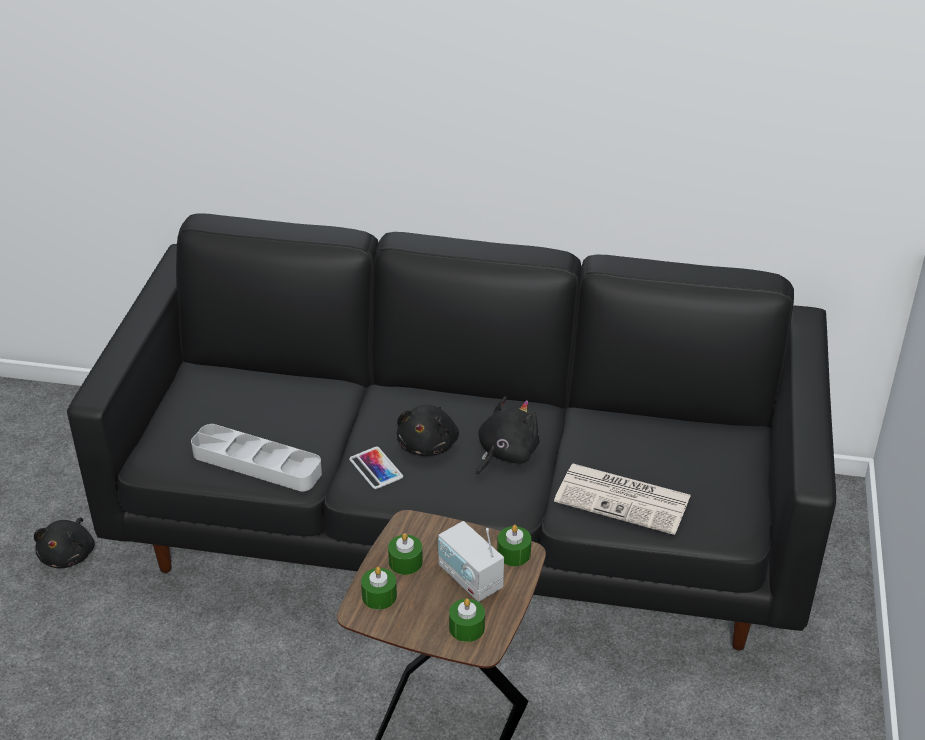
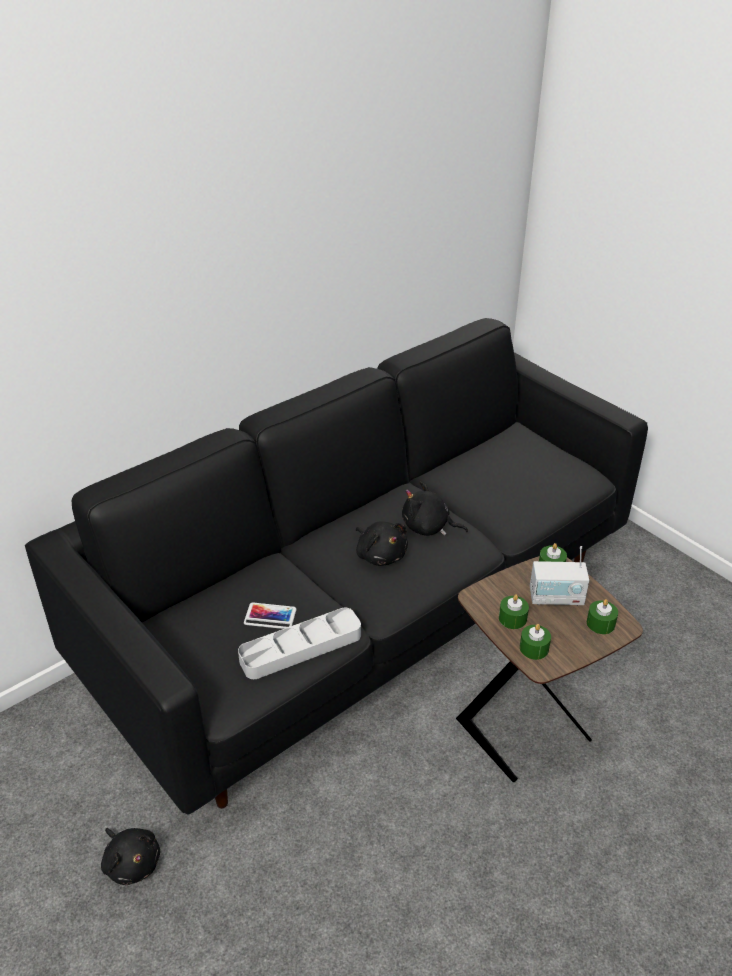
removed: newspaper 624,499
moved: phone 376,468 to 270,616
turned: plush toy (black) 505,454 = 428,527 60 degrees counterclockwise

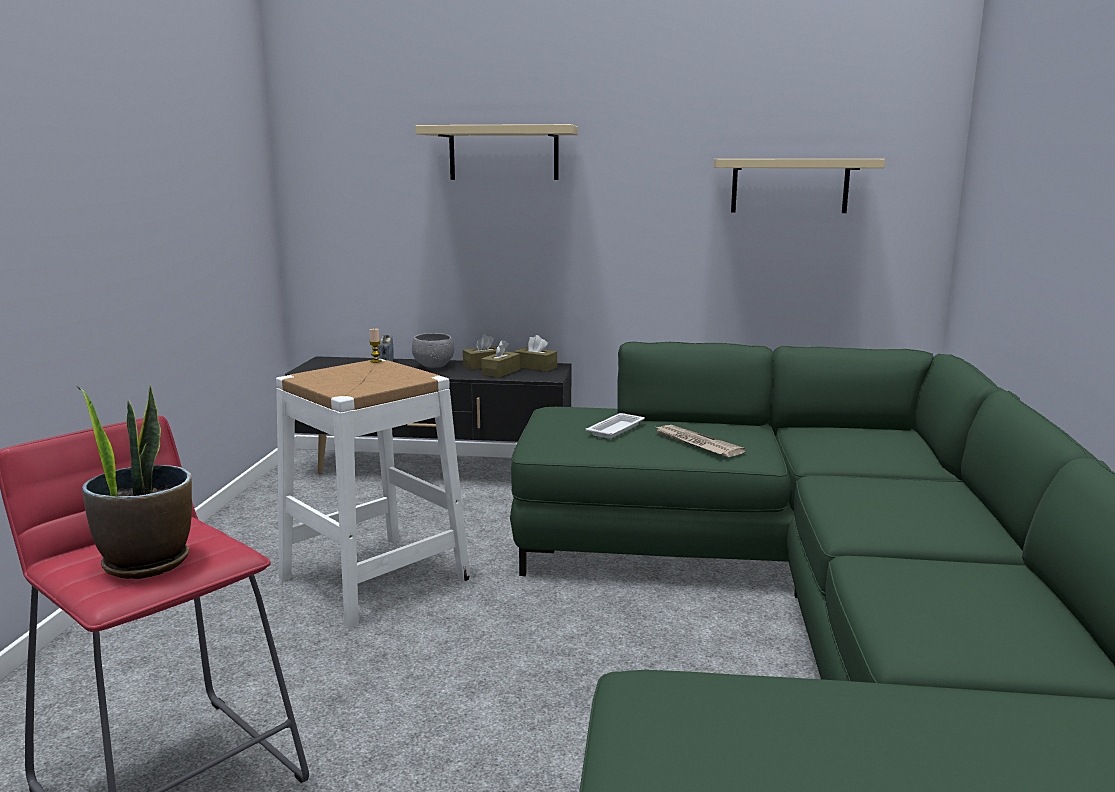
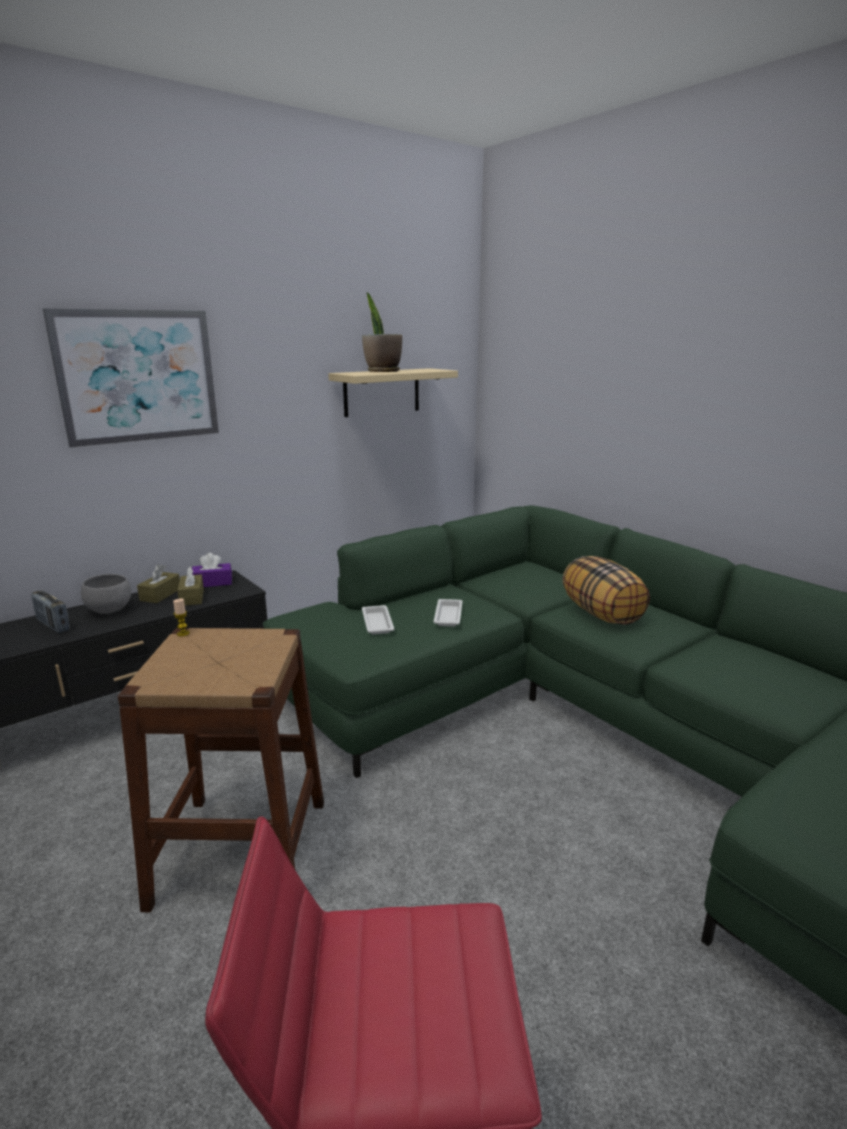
added: pillow 602,614
moved: potted plant 147,562 to 382,371
replaced: shelf (beige) 503,153 to picture 138,376; newspaper 696,443 to tray (white) 448,615
recoloured: stool (white) 374,578 to stool (brown) 241,851; tissue box (brown) 536,367 to tissue box (purple) 212,583

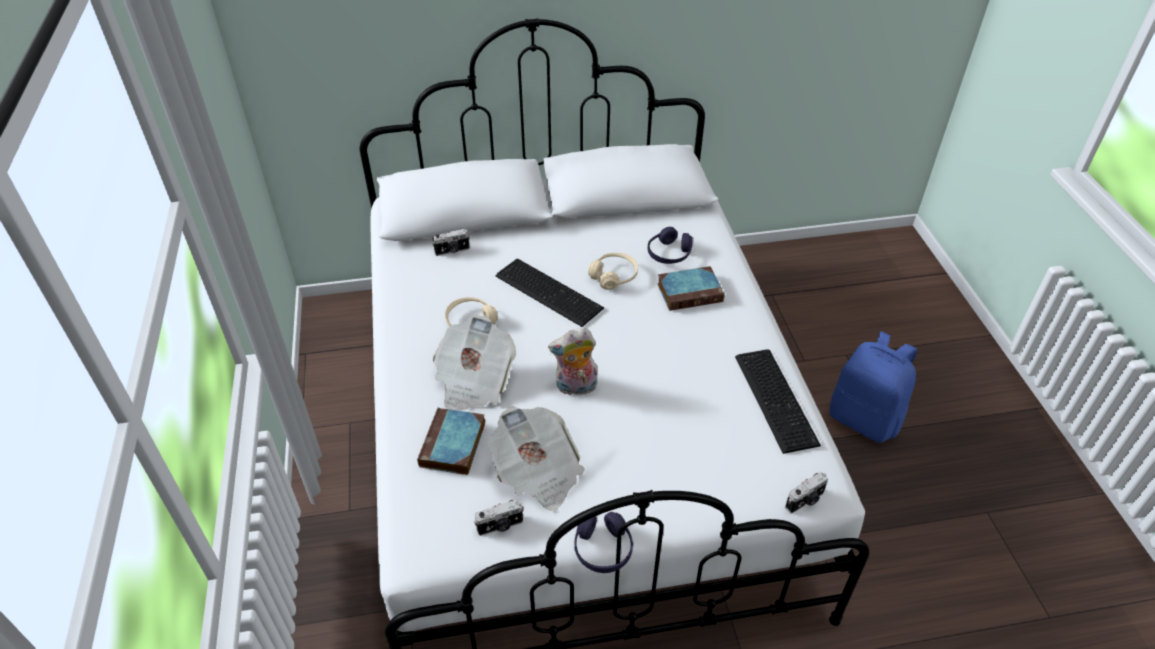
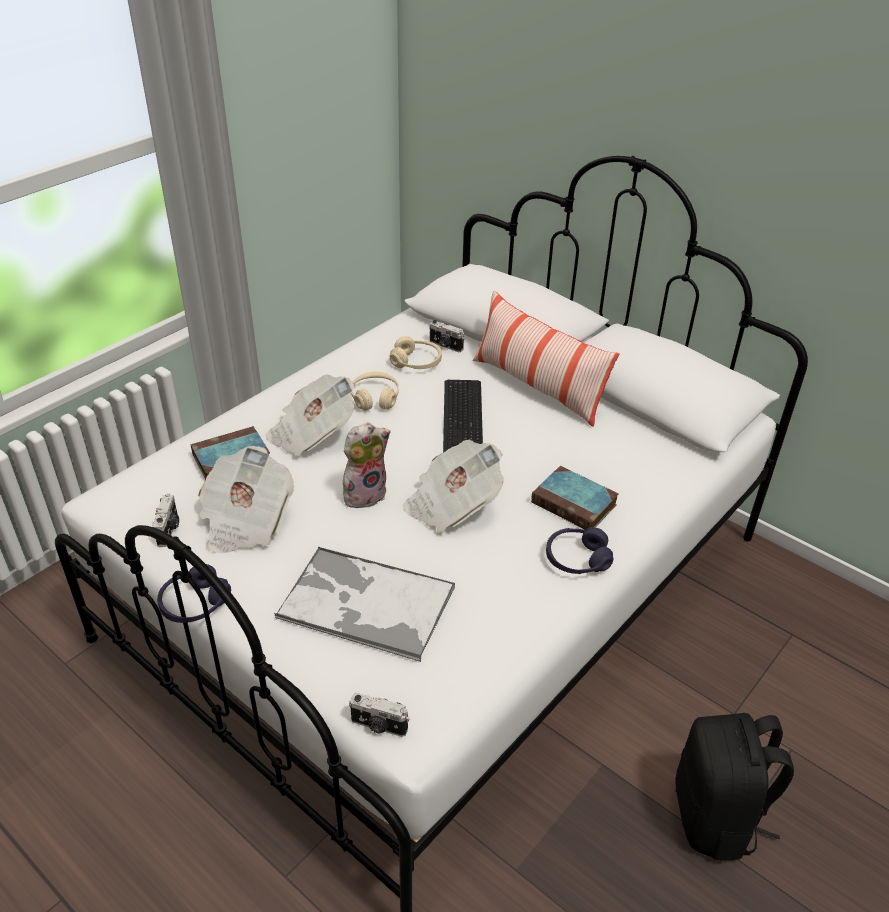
removed: keyboard 777,398
added: tray 365,603; newspaper 452,504; pillow 537,387
moved: headphones (beige) 613,276 to 416,362; headphones (purple) 669,253 to 577,559
recoloured: backpack (blue) 864,419 to backpack (black) 716,817
turned: photo camera 500,526 = 169,530 120 degrees counterclockwise; plush toy 575,388 = 365,493 105 degrees clockwise

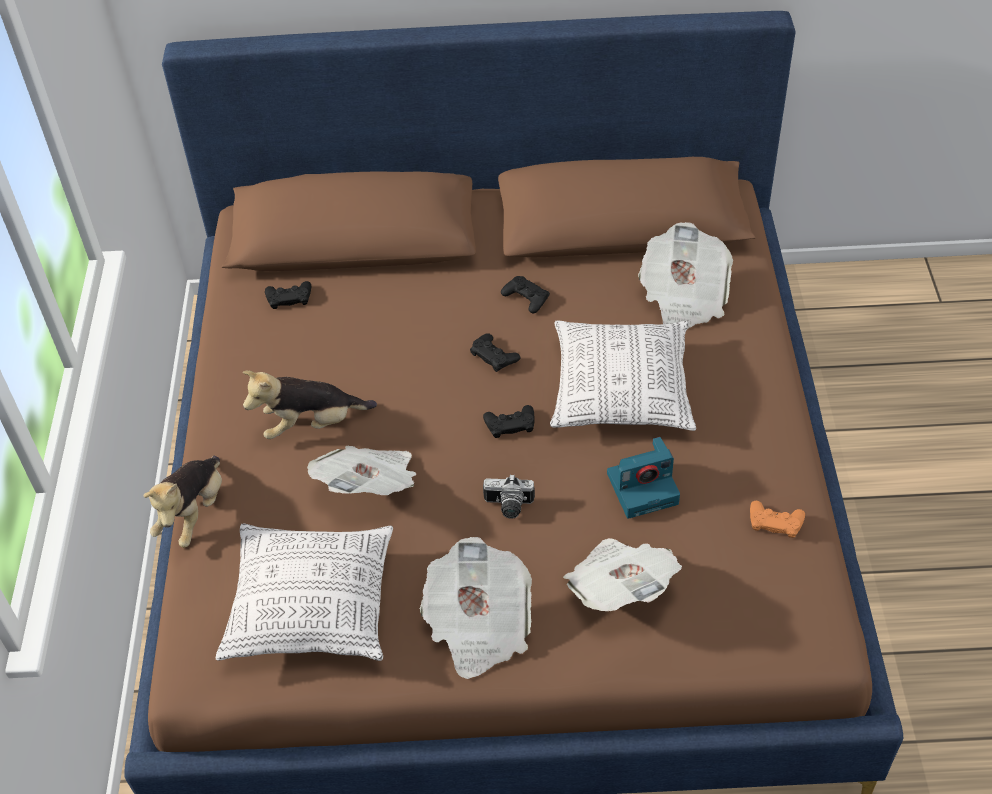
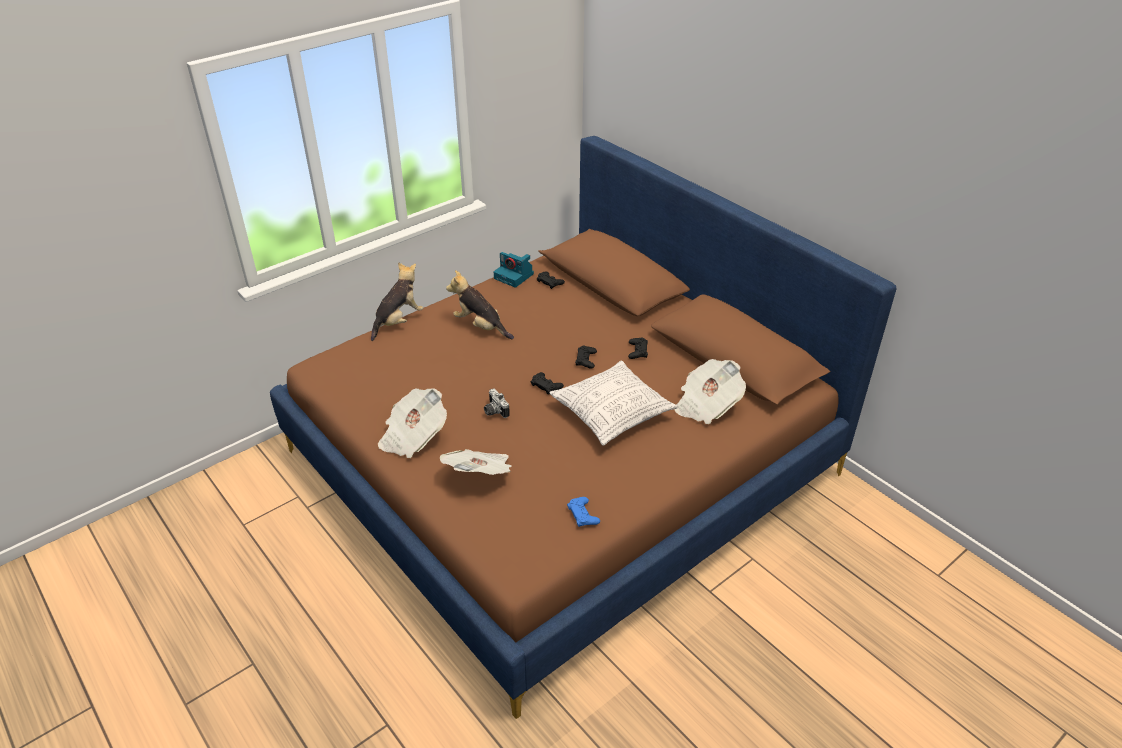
removed: pillow 312,606; newspaper 370,487
moved: photo camera 643,487 to 514,276
recoloured: game controller (orange) 775,522 to game controller (blue) 583,515
turned: plush toy 193,513 = 398,321 150 degrees clockwise

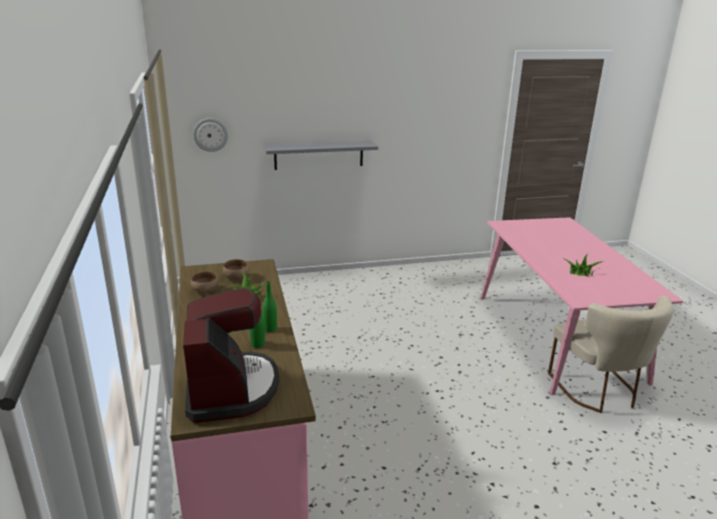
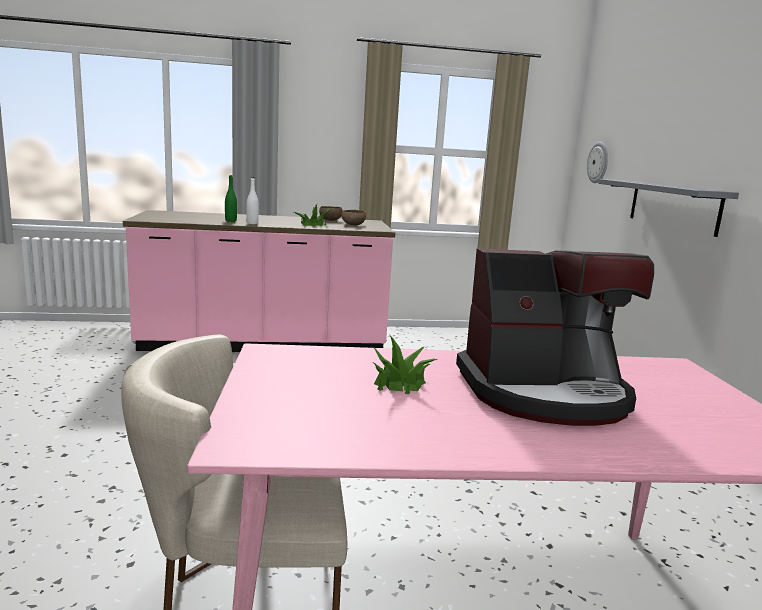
moved: coffee machine 230,389 to 544,393
recoloured: bottle (green) 270,328 to bottle (white) 252,223

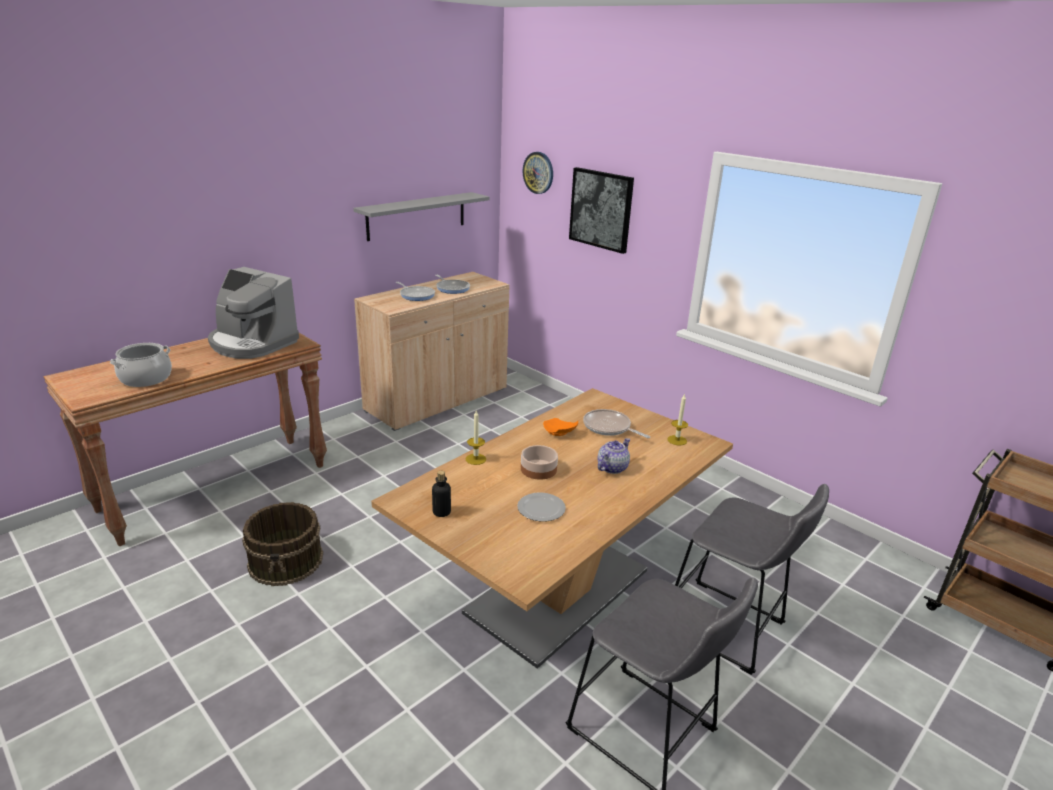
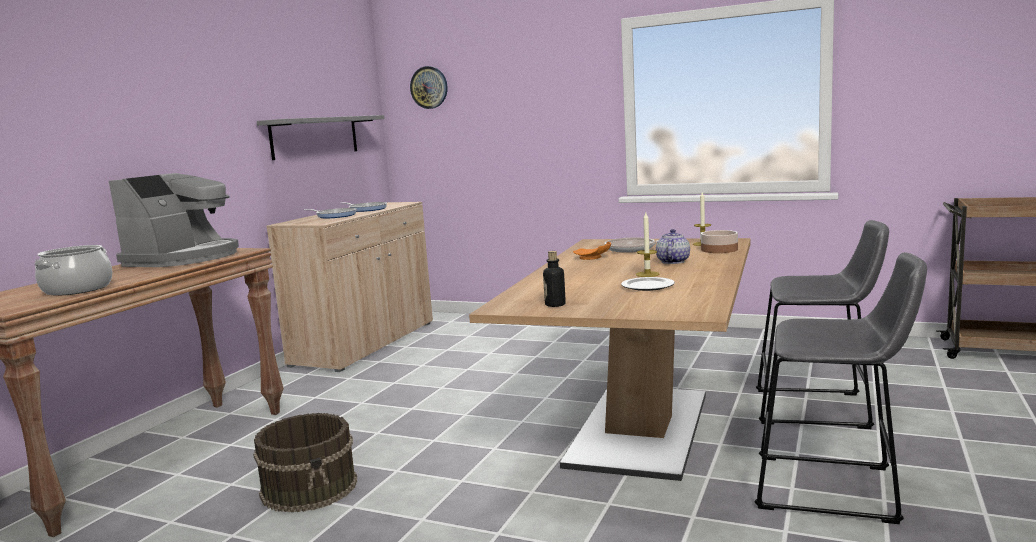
removed: picture 601,209
moved: candle 475,459 to 647,274; bowl 538,469 to 718,249
turned: coffee machine 252,343 = 184,258 75 degrees counterclockwise

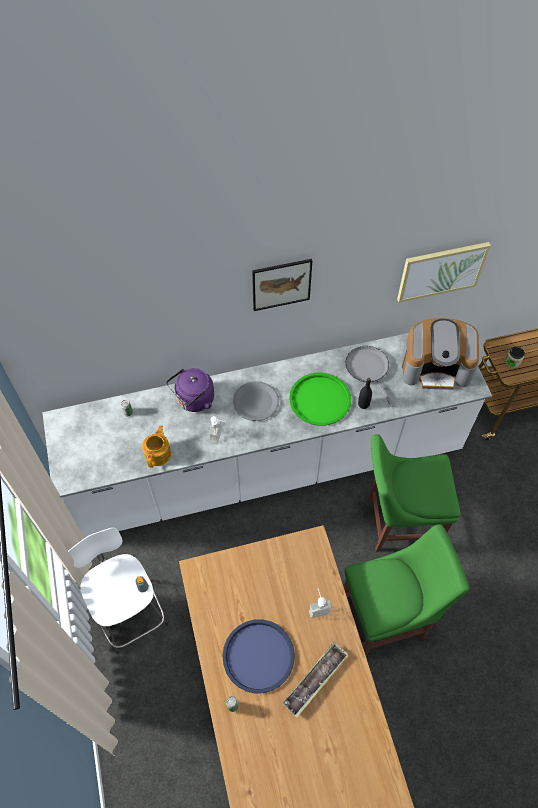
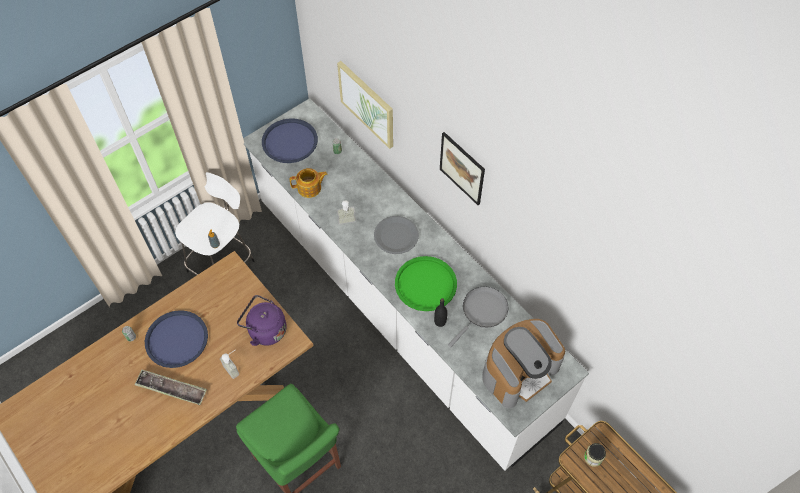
removed: chair (green) 397,522
added: tray (blue) 290,141
moved: kettle (purple) 193,401 to 265,330; picture 441,271 to 367,104
turned: coffee machine 435,367 = 519,371 105 degrees counterclockwise

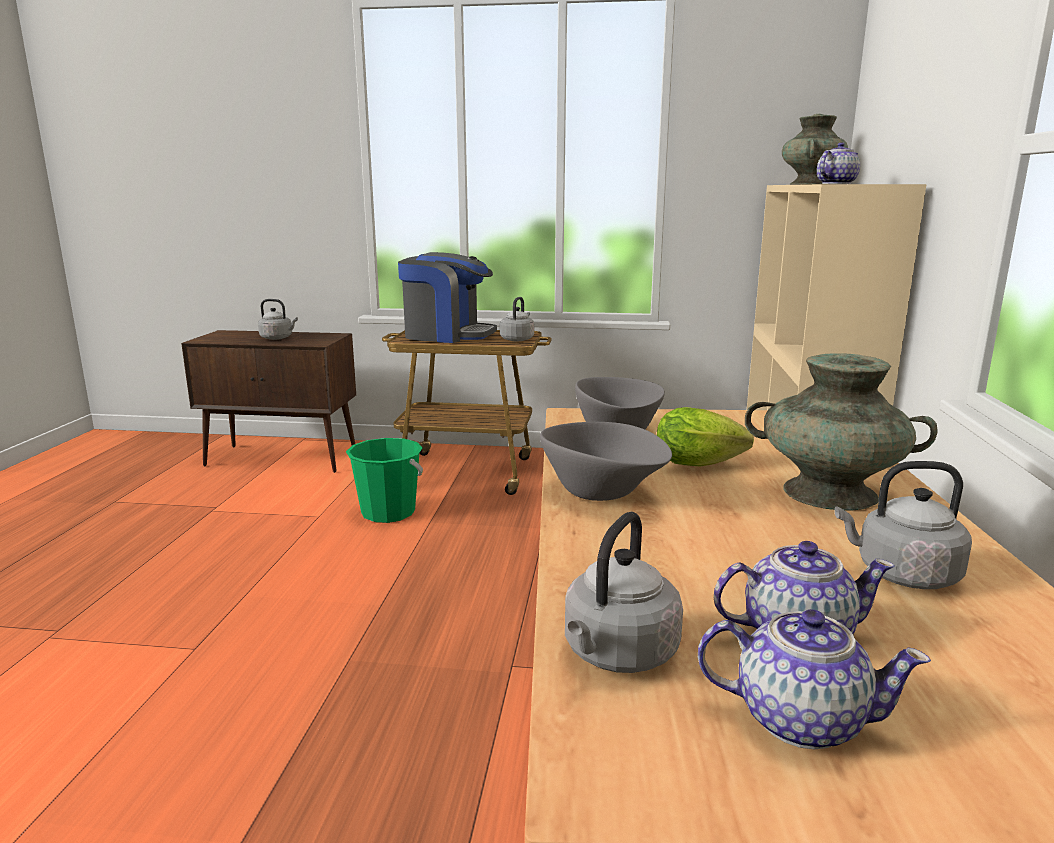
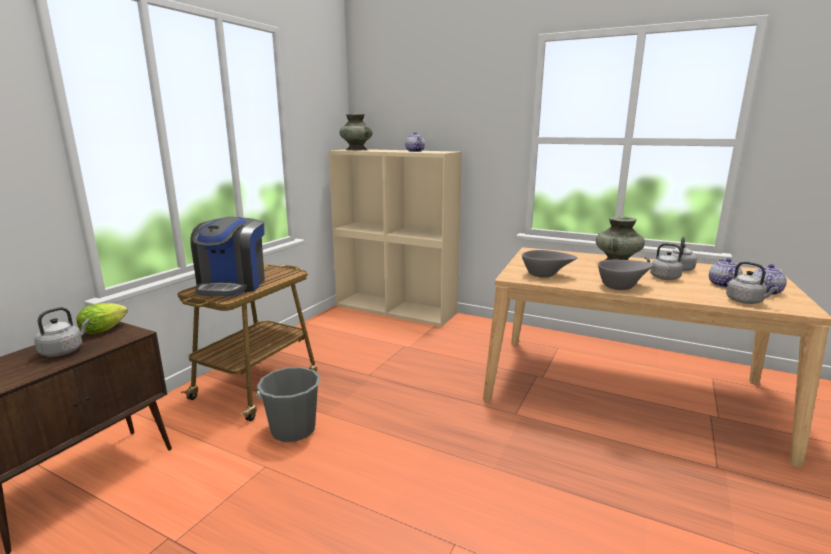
moved: lettuce 703,464 to 106,329; kettle (grey) 517,339 to 662,277
recoloured: bucket (green) 388,512 to bucket (grey) 293,430
turned: coffee machine 447,335 = 232,285 150 degrees clockwise

